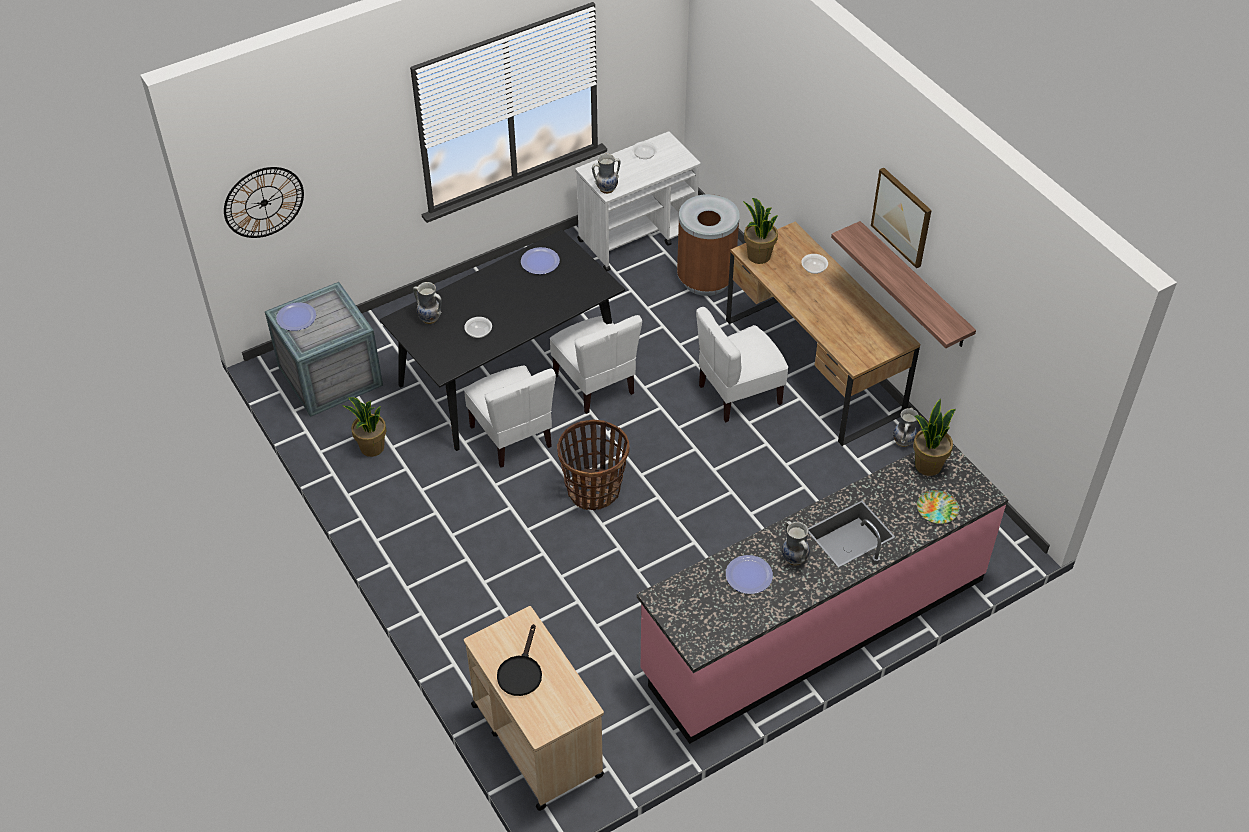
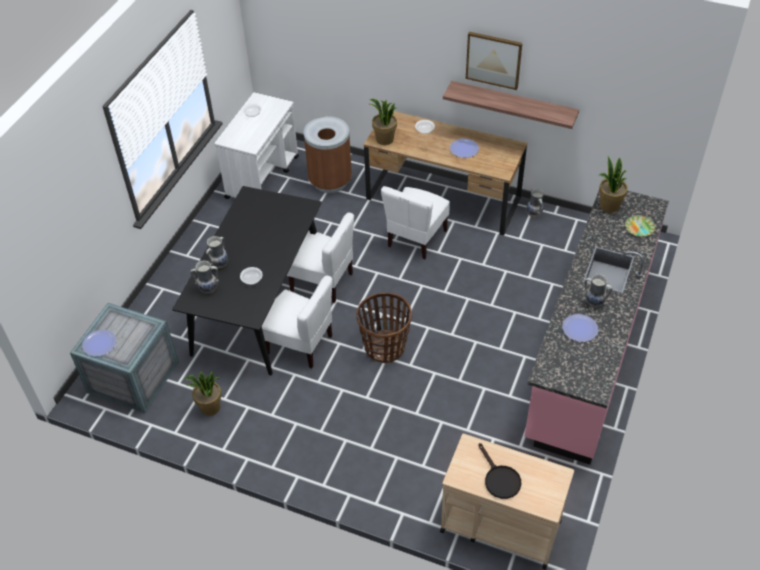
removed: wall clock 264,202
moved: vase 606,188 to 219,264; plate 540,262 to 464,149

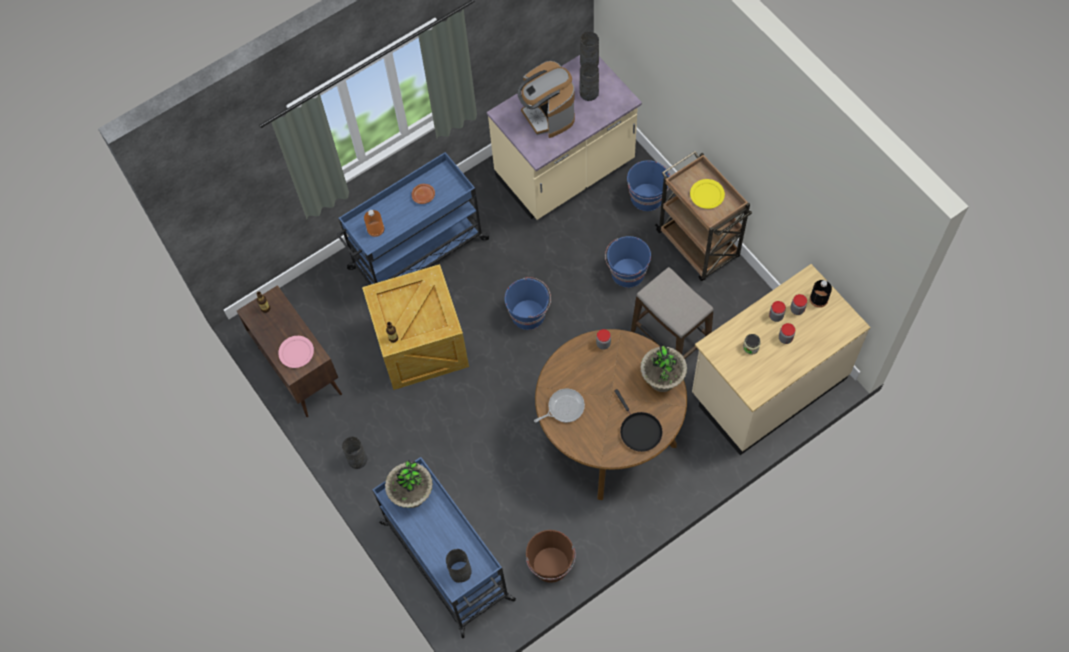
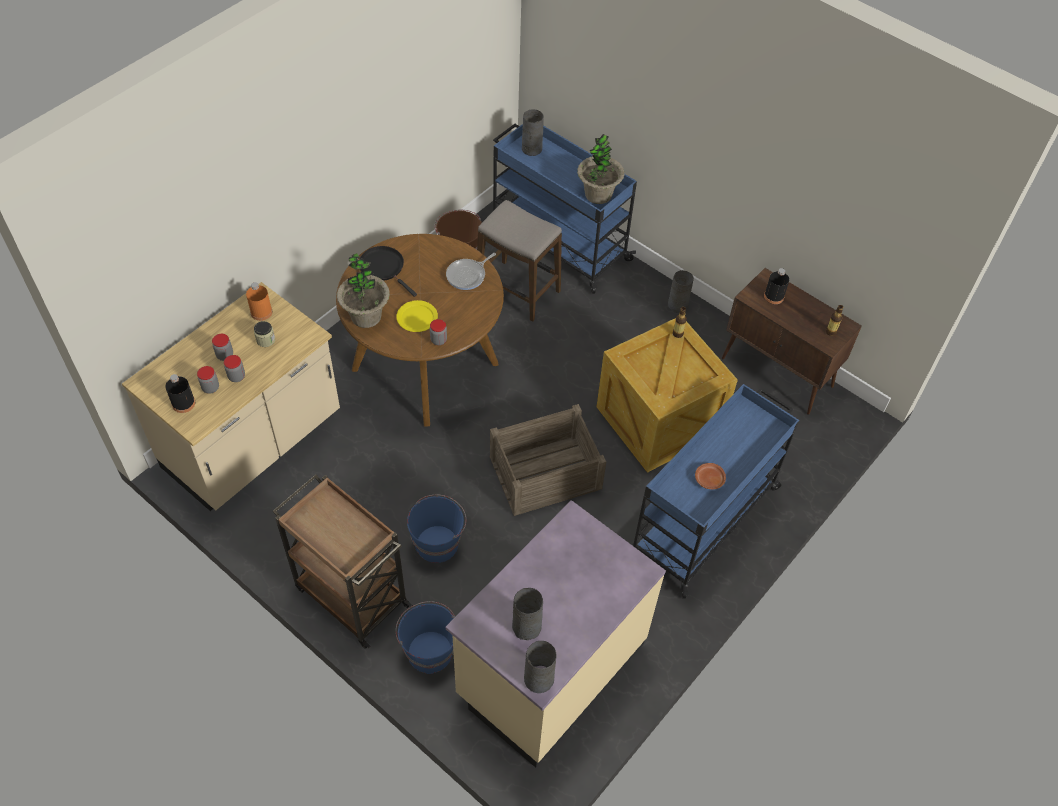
removed: coffee machine 547,115
moved: bottle (orange) 375,229 to 261,312; plate (yellow) 707,195 to 416,317; stool 670,339 to 517,290
replaced: bucket (blue) 529,314 to crate 546,473; plate (pink) 296,353 to bottle (black) 773,296

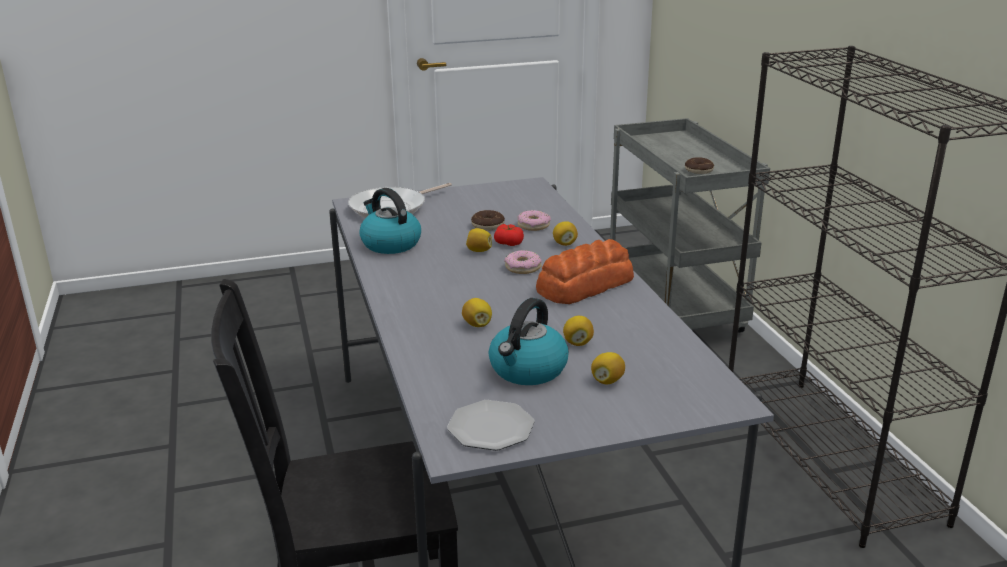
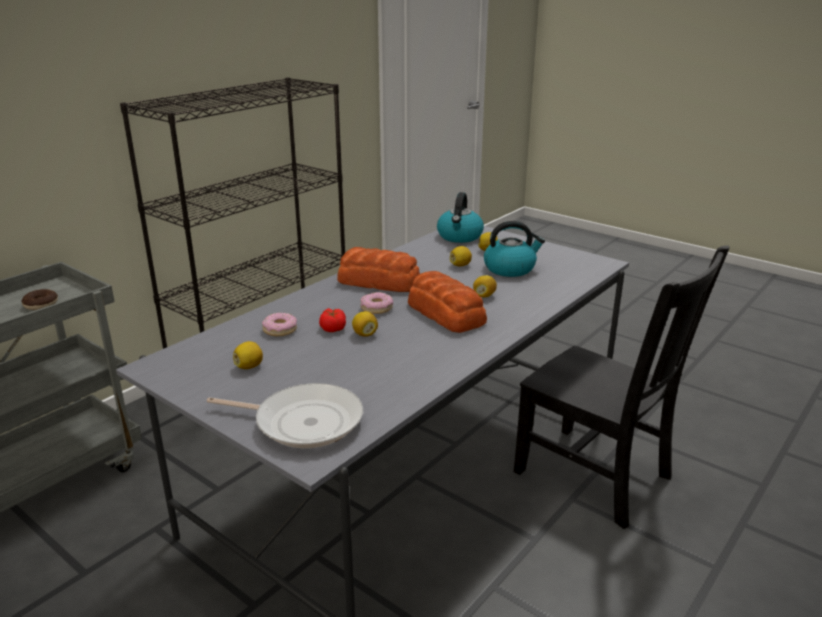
removed: plate 490,428; donut 488,226
added: bread 445,313
moved: lemon 564,244 to 249,366; kettle 390,244 to 460,236

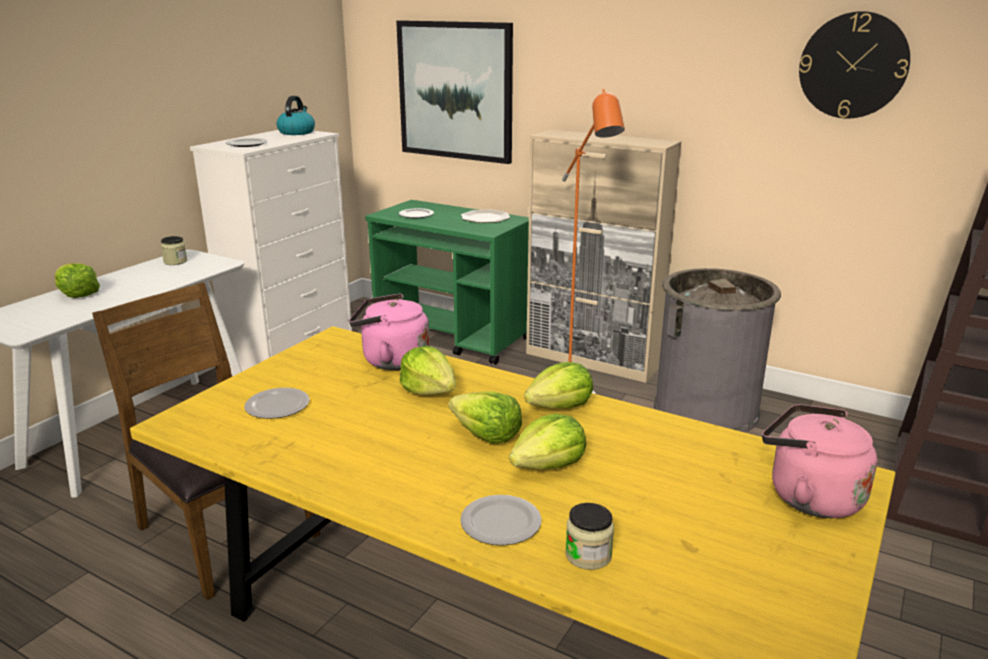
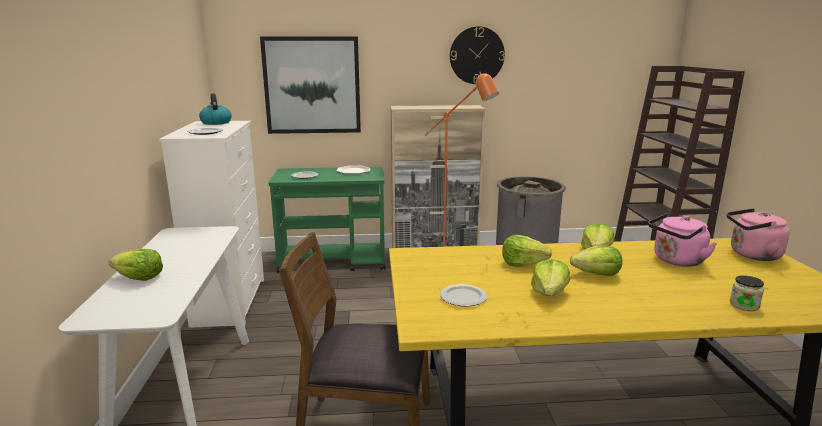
removed: jar 175,262; plate 500,522
moved: wall clock 853,65 to 476,55; lettuce 549,465 to 549,293; kettle (pink) 391,361 to 676,261

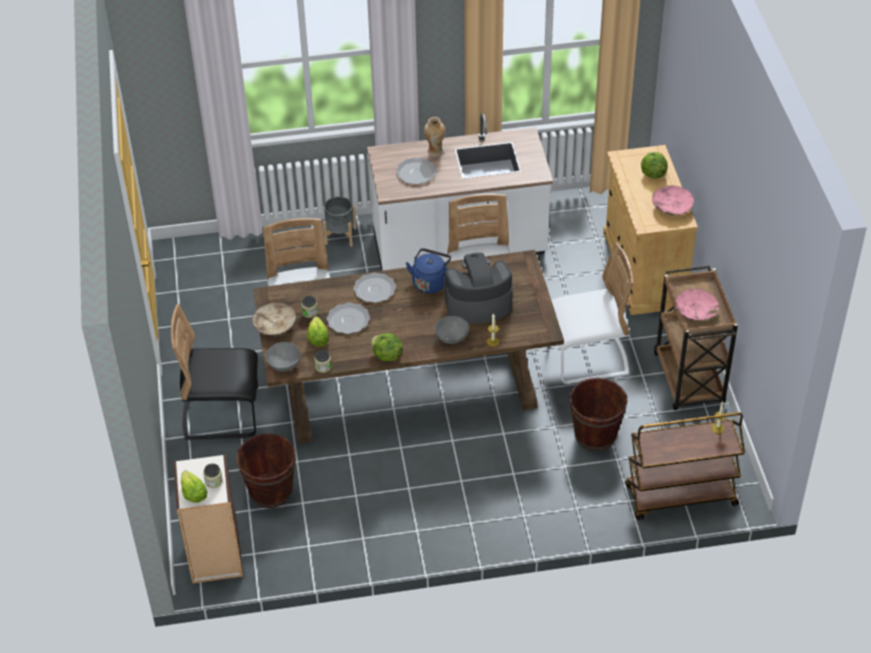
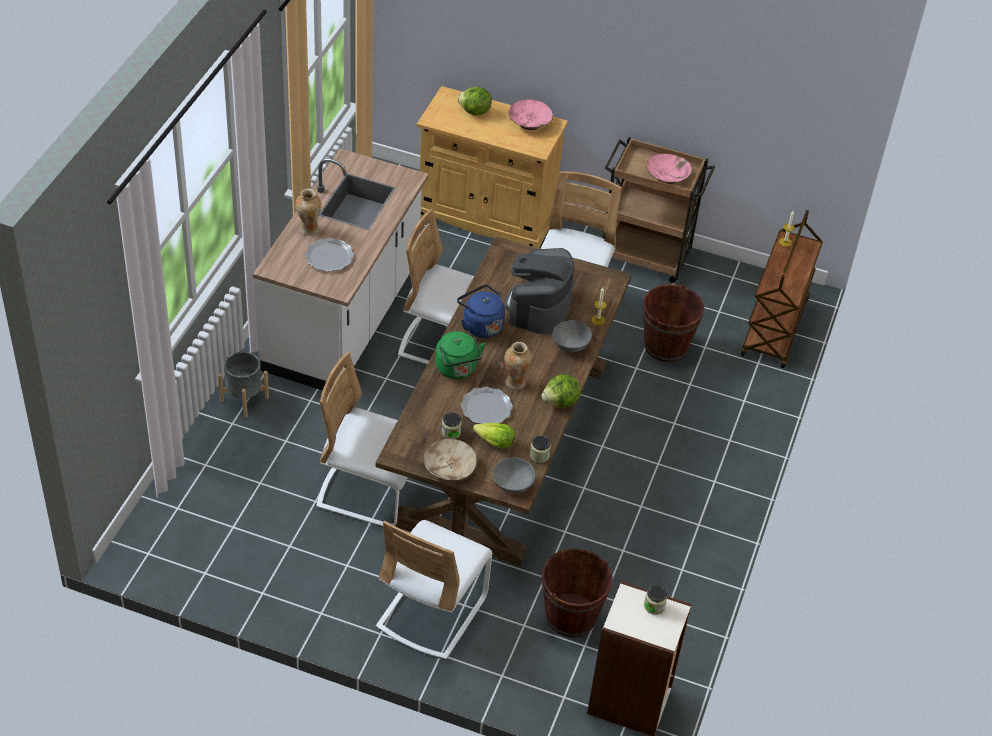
removed: lettuce 193,493
added: vase 516,382
replaced: plate 374,289 to kettle (green) 457,369
recoloured: chair (black) 222,414 to chair (white) 432,611

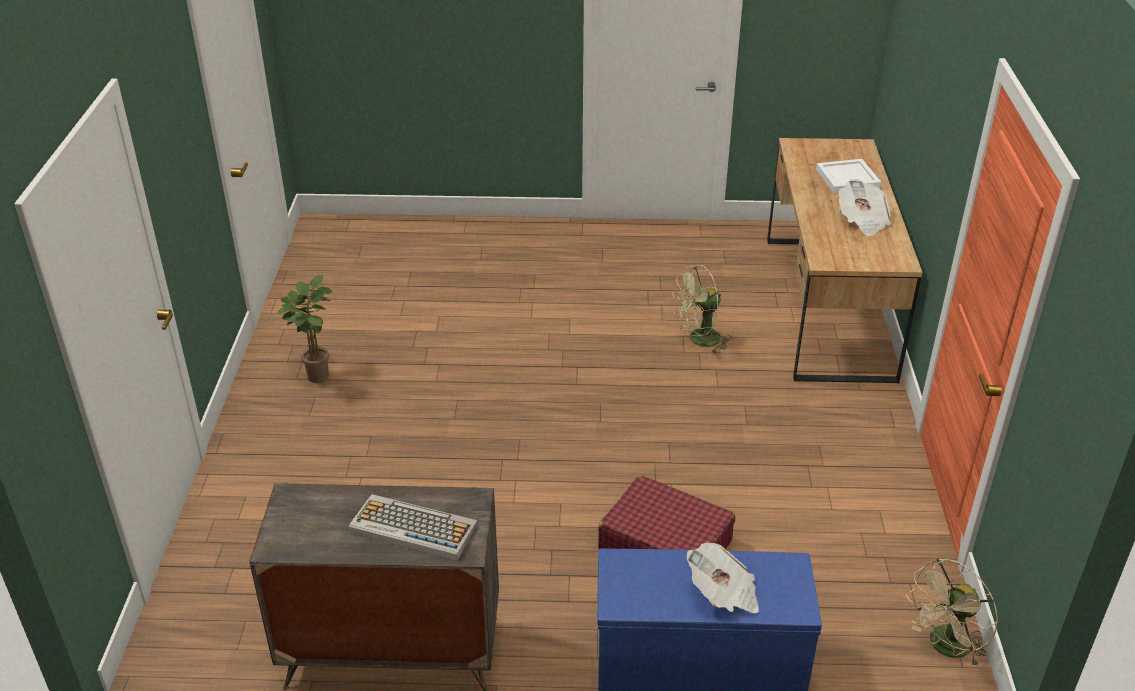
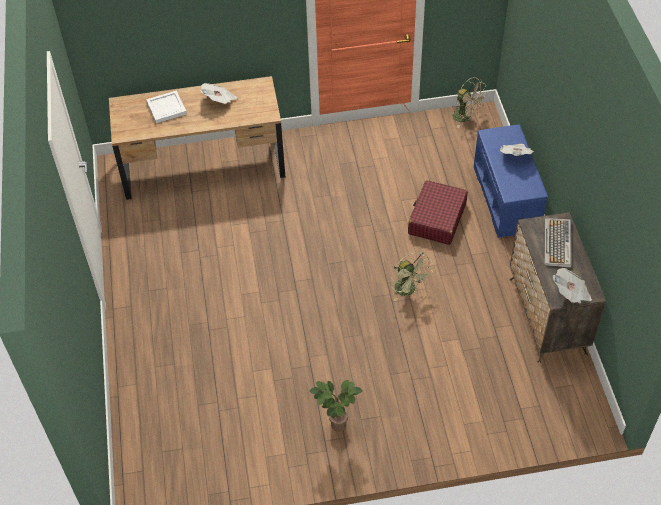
added: newspaper 571,293
moved: fan (green) 699,340 to 408,290

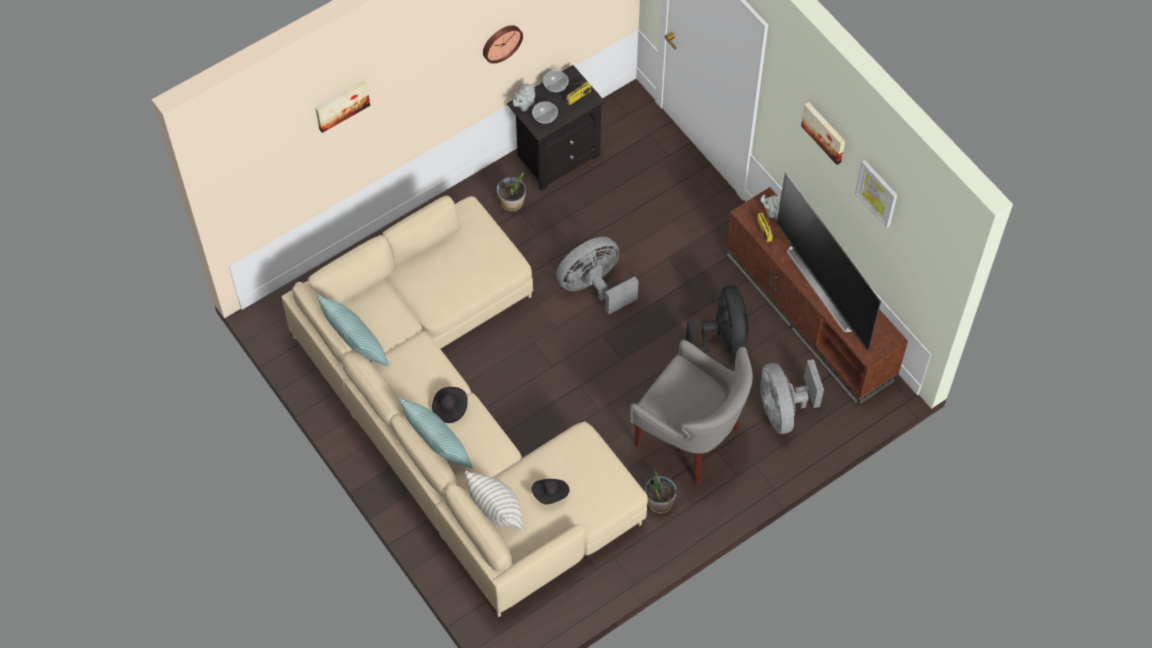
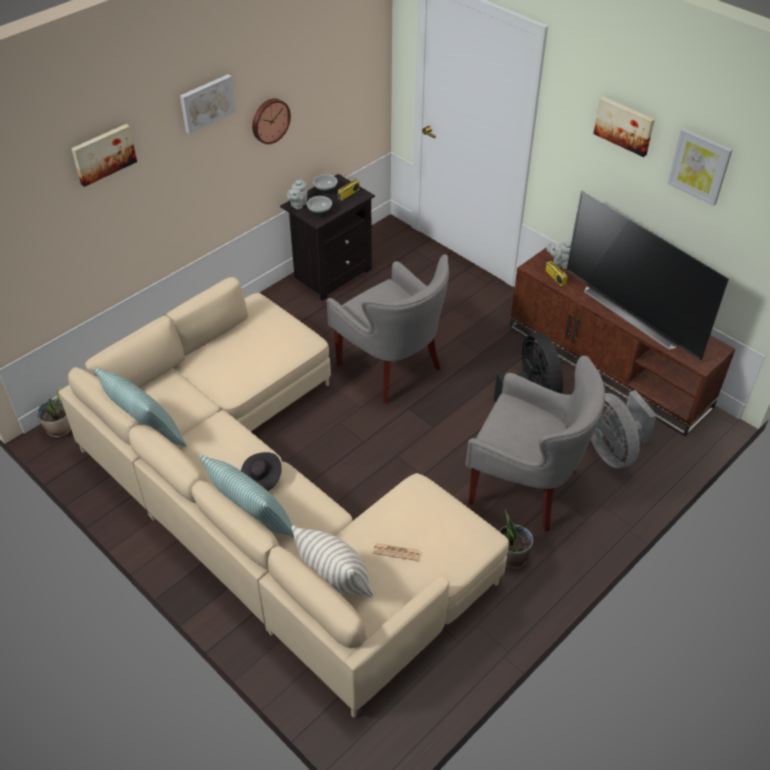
added: picture 206,102
moved: potted plant 512,202 to 60,429
replaced: fan (grey) 594,287 to armchair (grey) 391,369; hat (black) 551,494 to newspaper 396,552

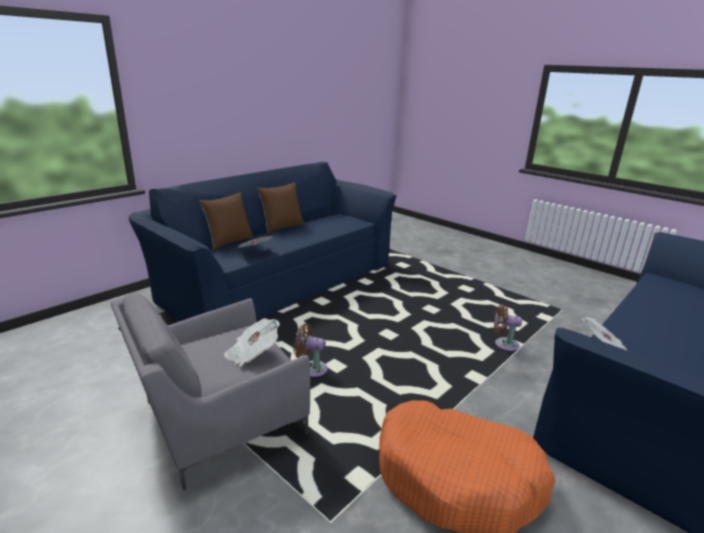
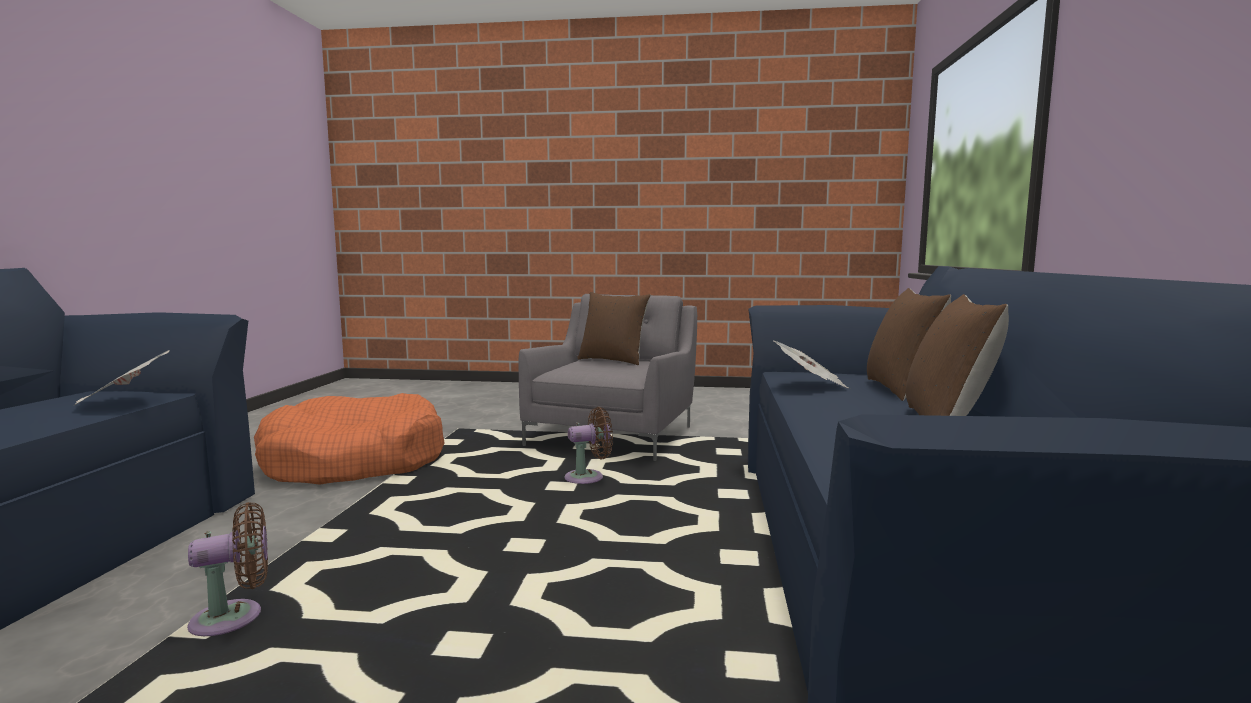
removed: newspaper 252,353
added: pillow (brown) 613,360

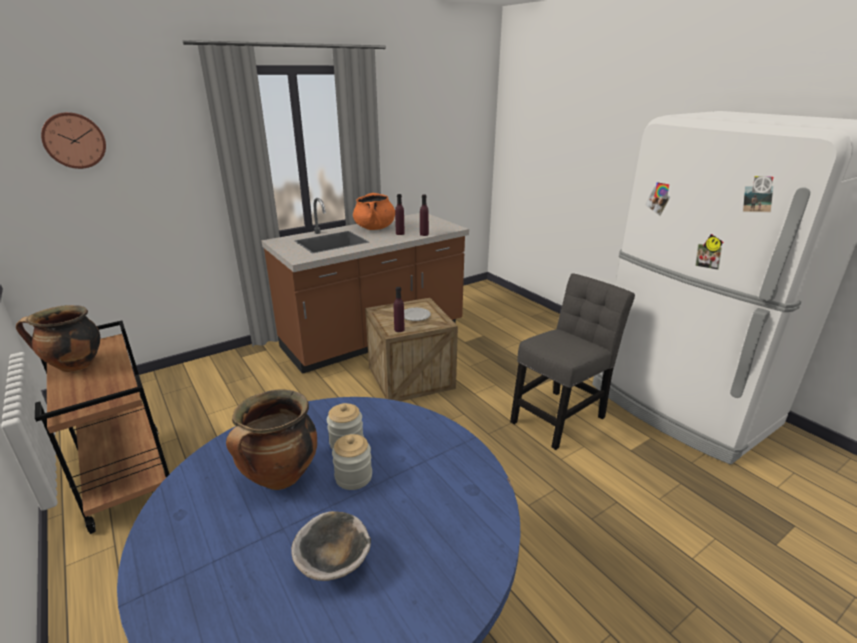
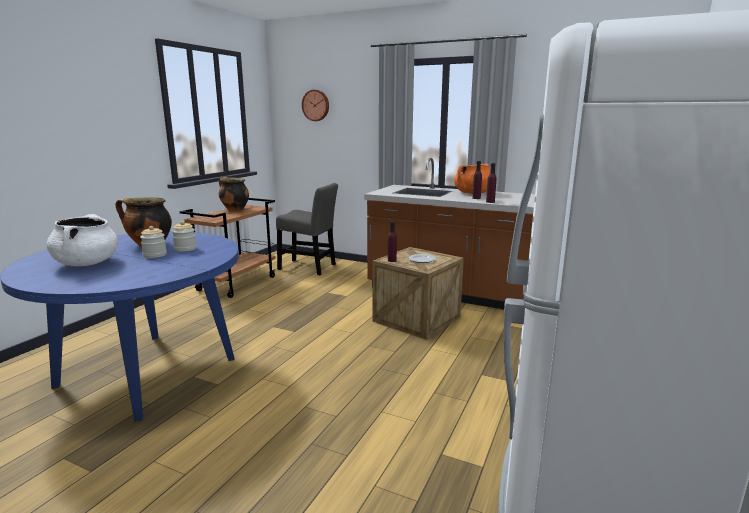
moved: chair (grey) 560,416 to 309,267
replaced: bowl 334,564 to cooking pot (white) 87,263

